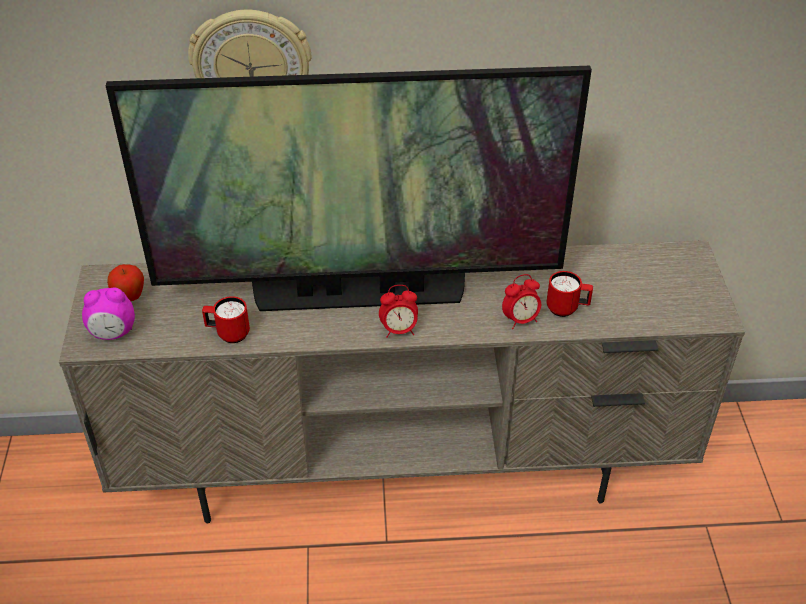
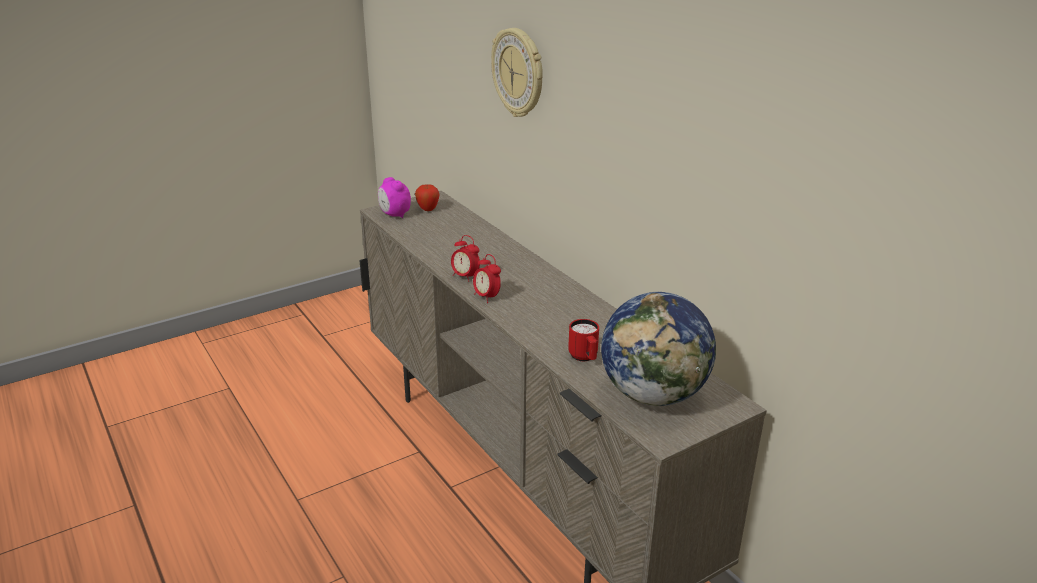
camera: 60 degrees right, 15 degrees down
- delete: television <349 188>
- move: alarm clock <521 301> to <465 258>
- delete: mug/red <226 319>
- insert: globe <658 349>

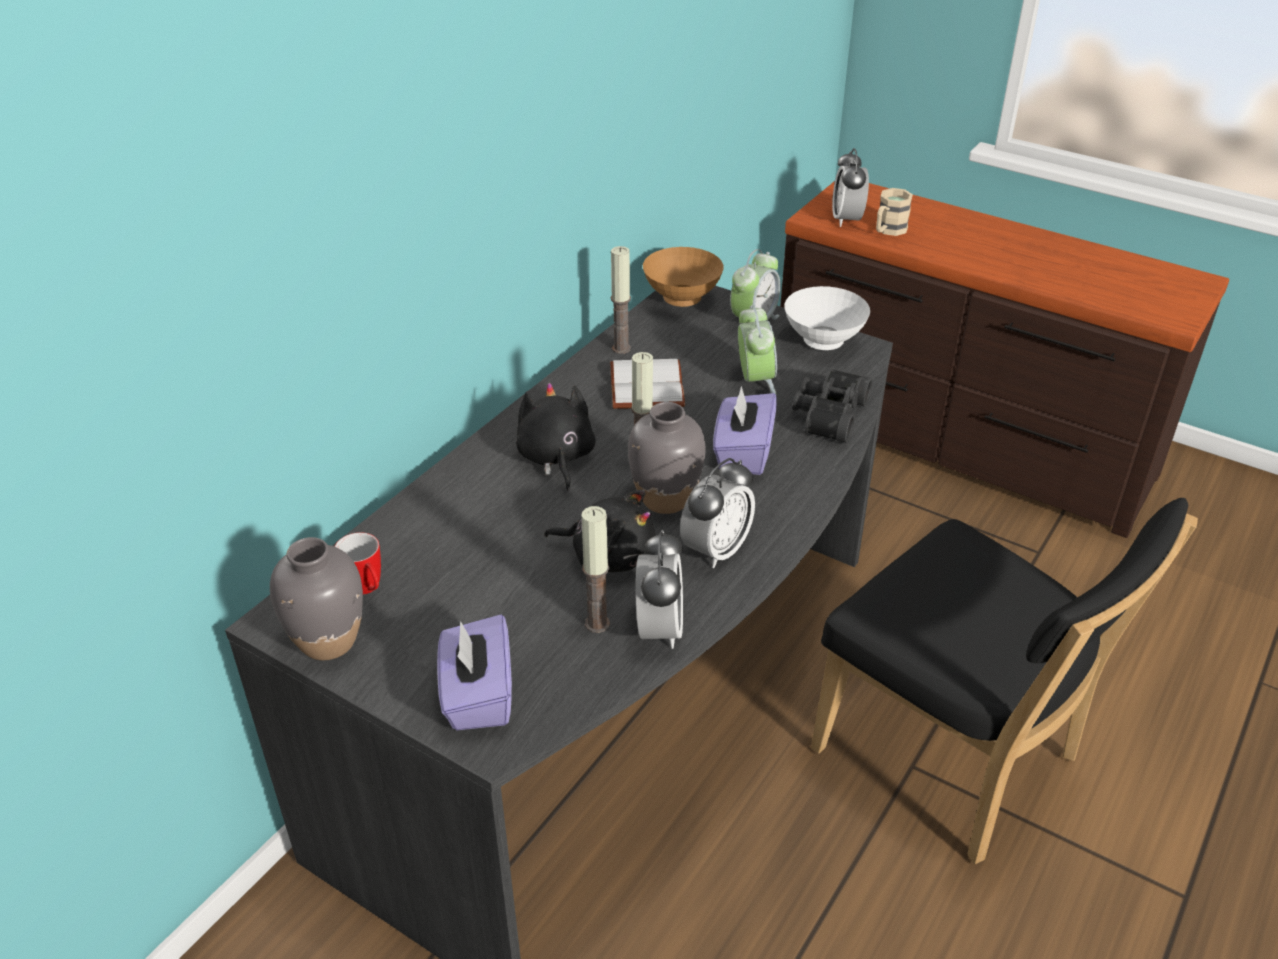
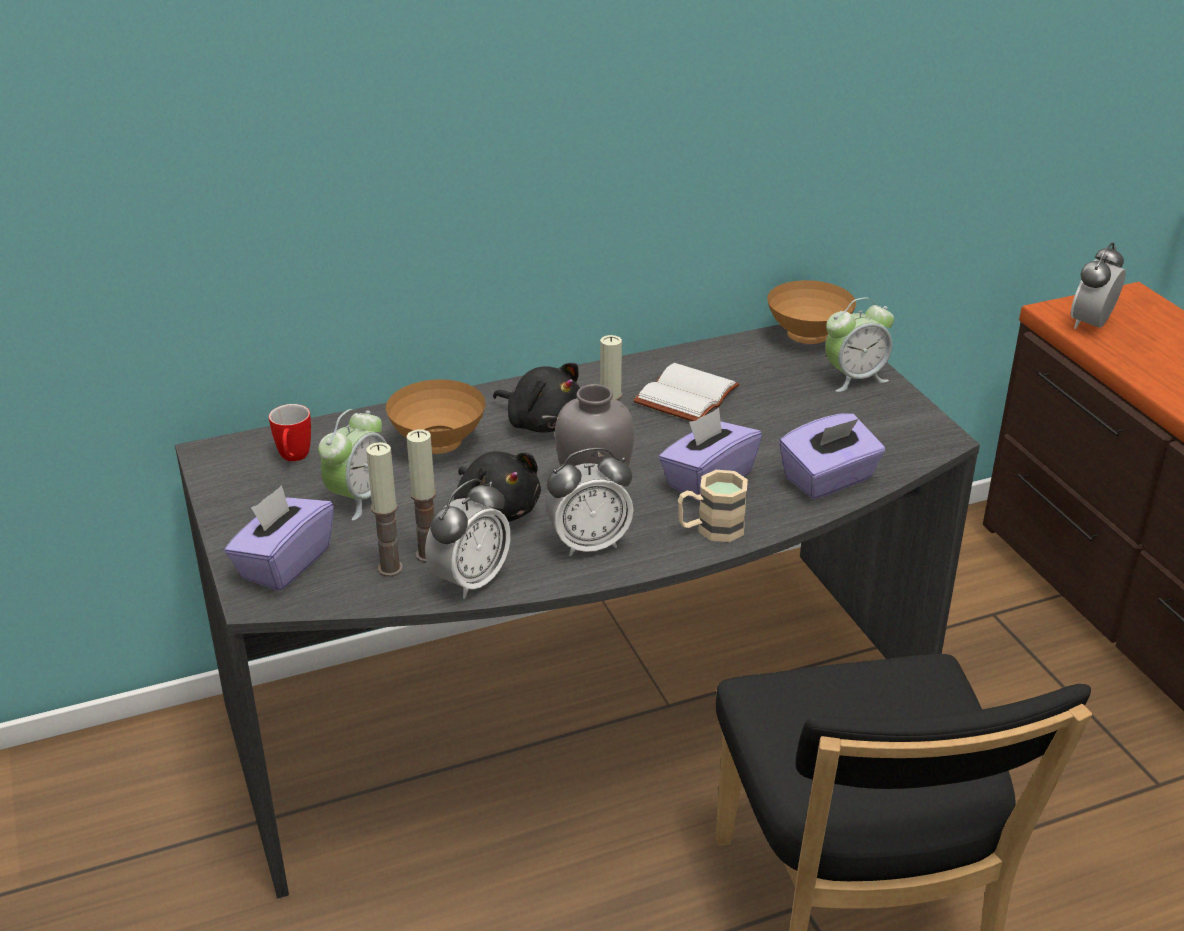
camera: 35 degrees right, 5 degrees down
- move: mug/beige <894 212> to <713 506>
- move: candle <621 300> to <384 509>
- delete: bowl/white <827 318>
- move: alarm clock <757 350> to <352 465>
- replace: binoculars/black <832 406> to tissue box/purple <832 456>
- rotate: plush toy/black <556 437> = <536 397> 105 degrees clockwise
- delete: vase/grey <316 598>
- insert: bowl/brown <436 416>

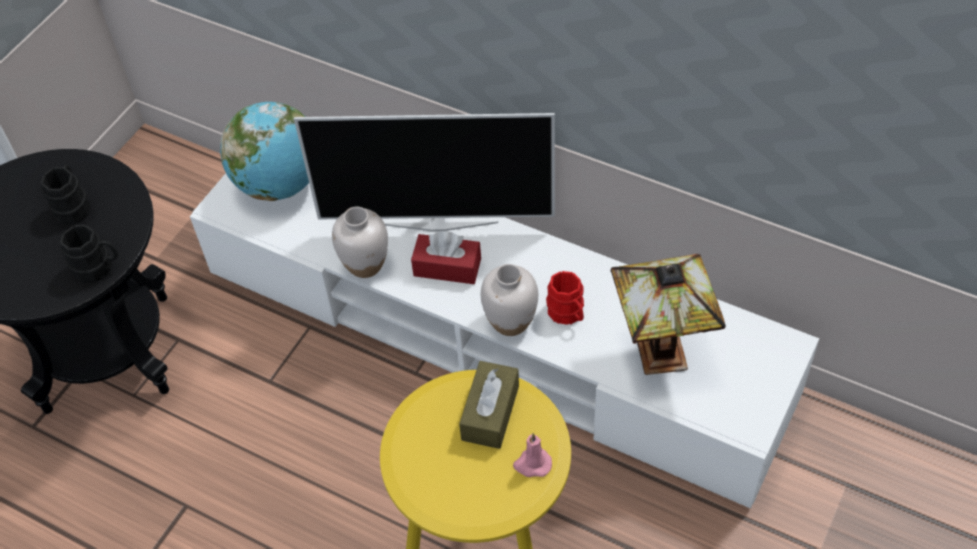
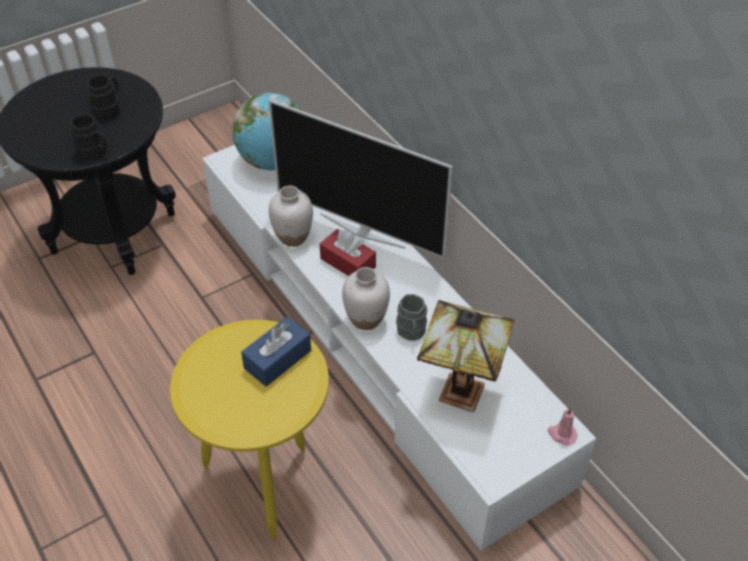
camera: 25 degrees right, 5 degrees down
- recolor: mug/red <565 298> to mug/grey <411 317>
- recolor: tissue box/brown <489 405> to tissue box/blue <276 352>
- move: candle/pink <532 455> to <563 426>

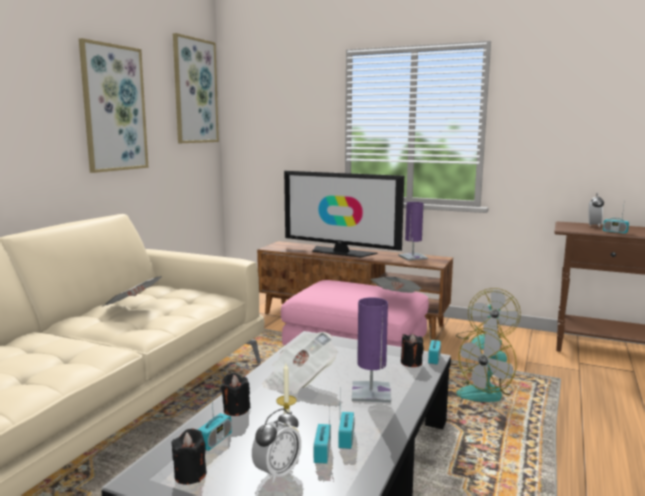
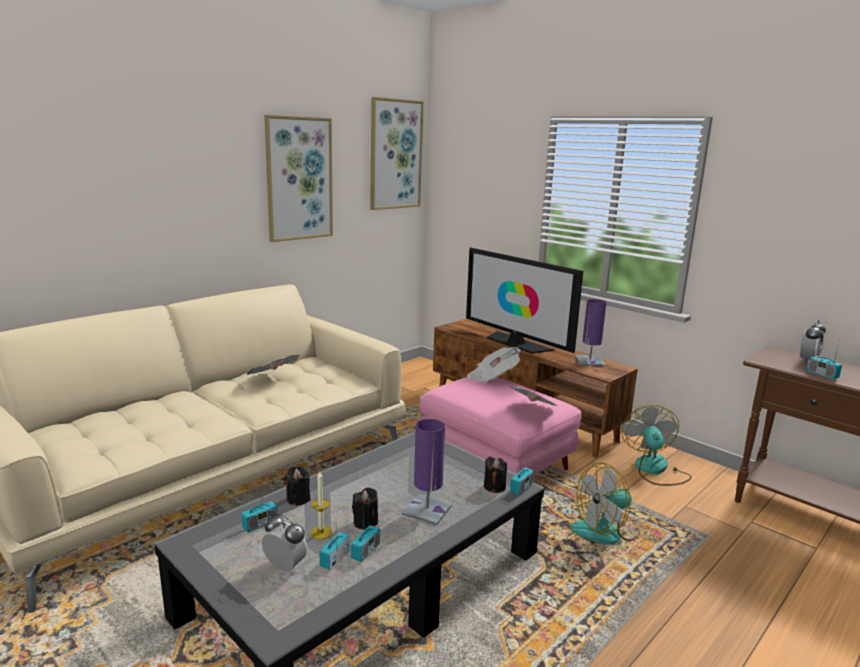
camera: 20 degrees right, 5 degrees up
- rotate: fan <488 319> = <656 445> 150 degrees clockwise
- move: newspaper <300 363> to <494 365>
- rotate: alarm clock <276 445> = <284 542> 120 degrees counterclockwise
- move: candle/black <189 457> to <365 509>

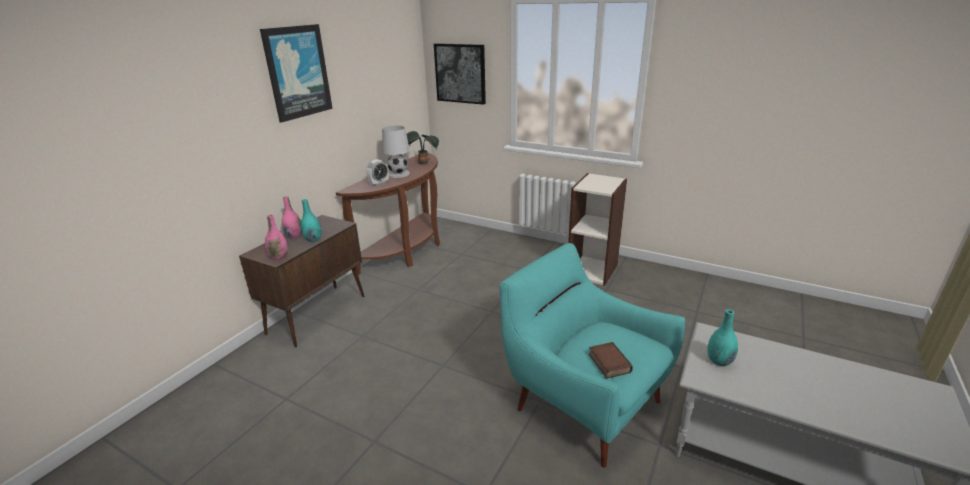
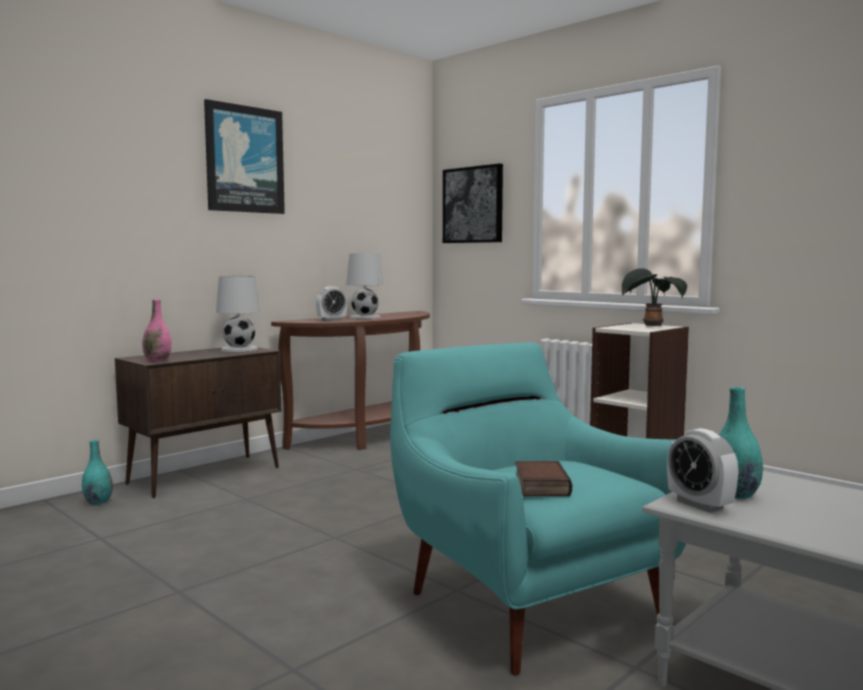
camera: 15 degrees right, 20 degrees down
- move: potted plant <423 147> to <654 297>
- delete: vase/pink <292 217>
- move: vase/turquoise <311 220> to <97 472>
- insert: table lamp/white <238 314>
- insert: alarm clock <702 470>

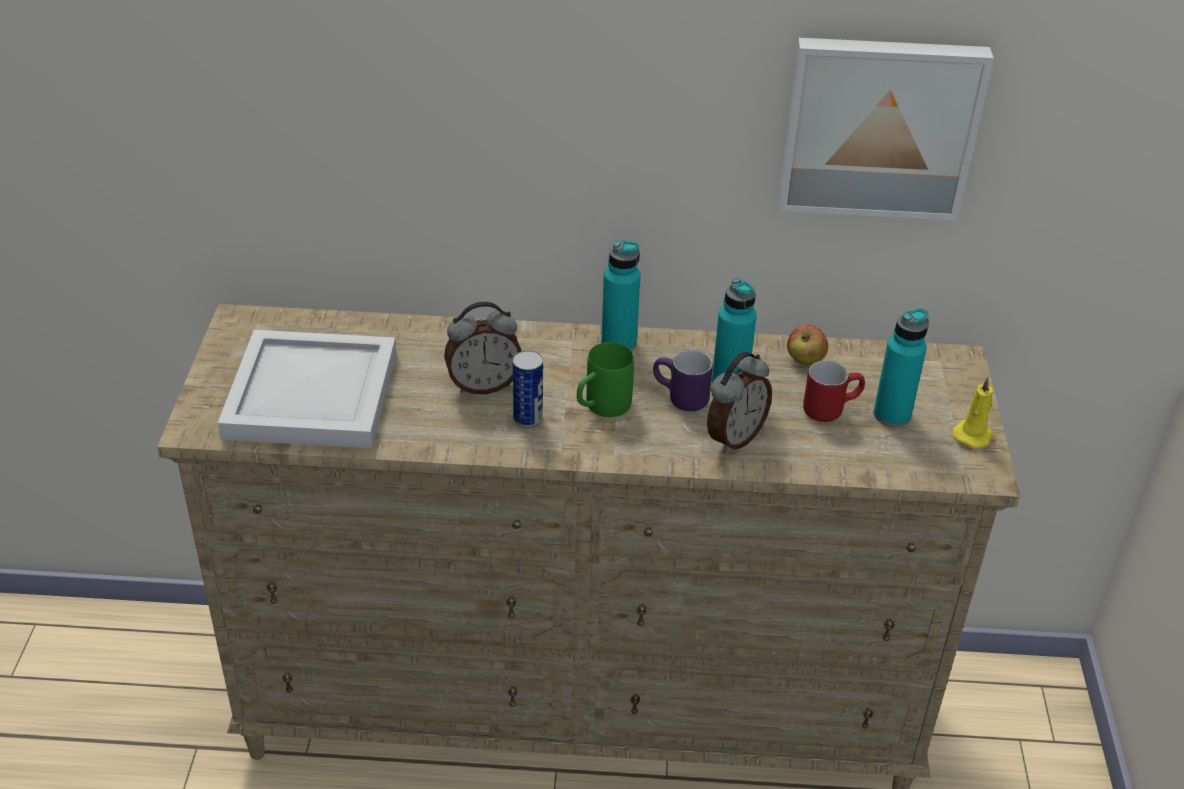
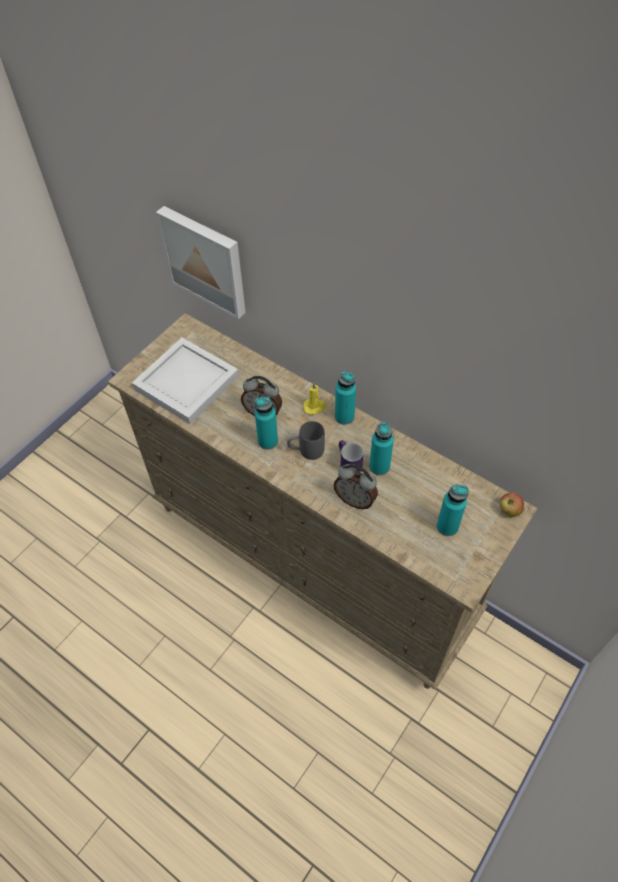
camera: 35 degrees right, 15 degrees up
- move: picture <886 129> to <201 262>
- move: apple <807 345> to <512 504>
- recolor: mug/green <605 379> to mug/grey <306 440>
- replace: can <528 389> to bottle/turquoise <266 423>
- rotate: alarm clock <739 402> = <356 486> 45 degrees clockwise
- delete: mug/red <834 391>
- move: candle/yellow <973 413> to <314 399>

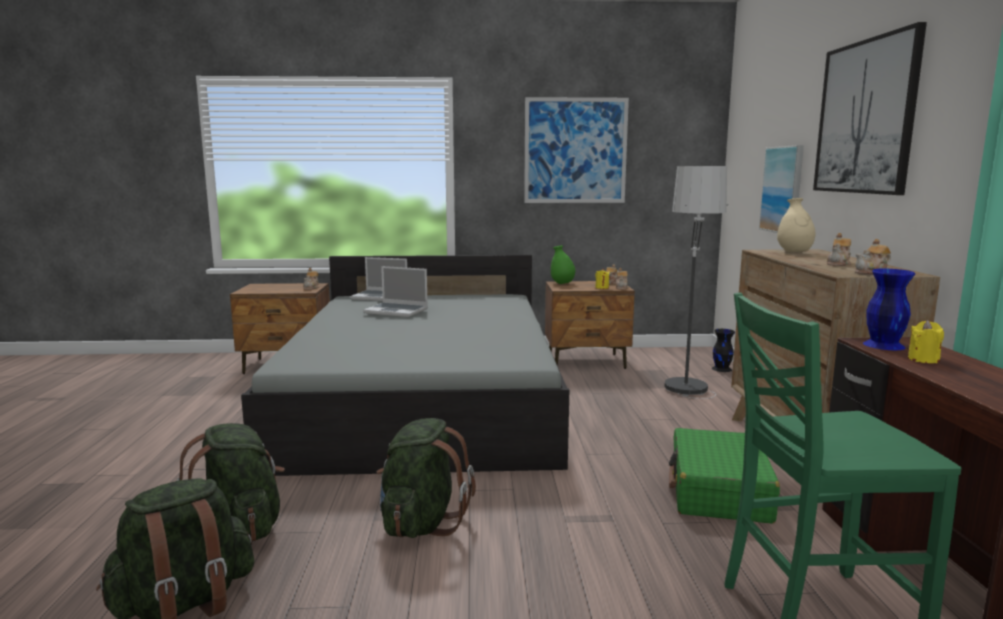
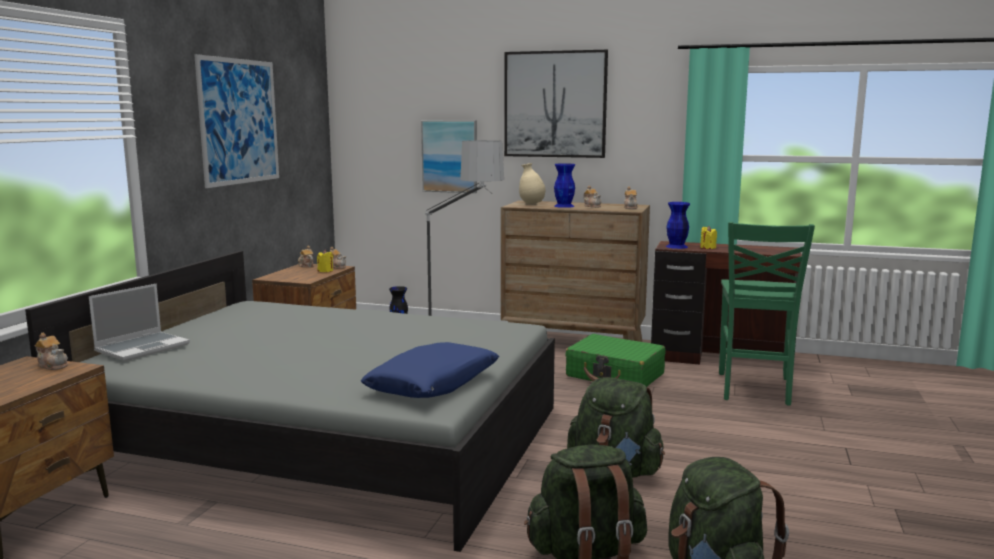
camera: 70 degrees left, 0 degrees up
- delete: vase/green <563 264>
- delete: laptop <395 291>
- insert: vase/blue <564 185>
- insert: pillow/blue <430 370>

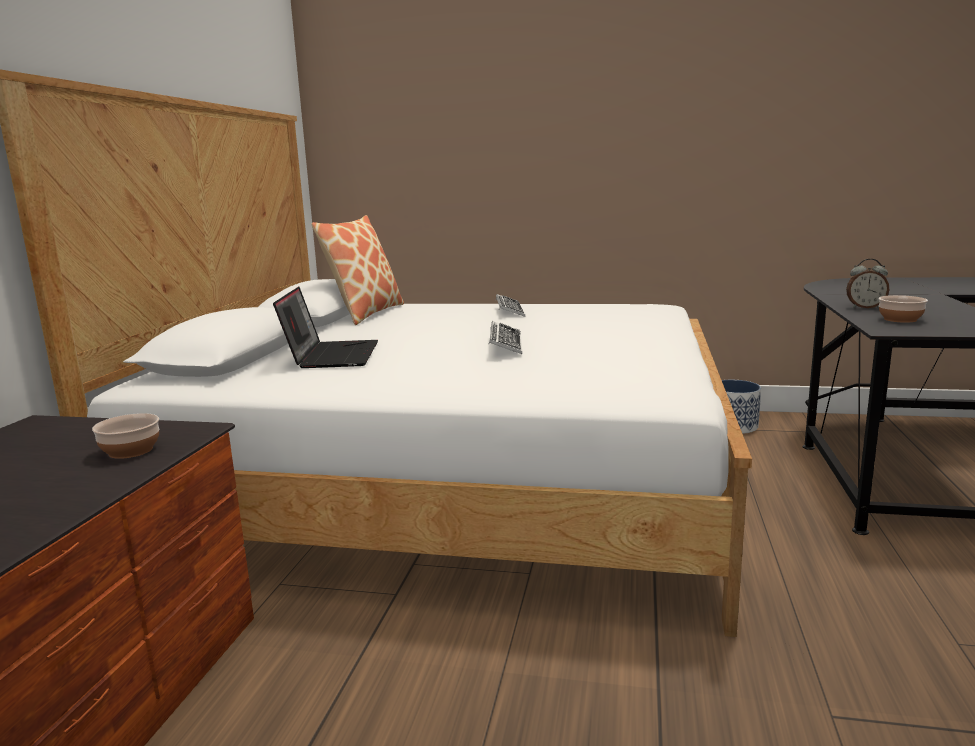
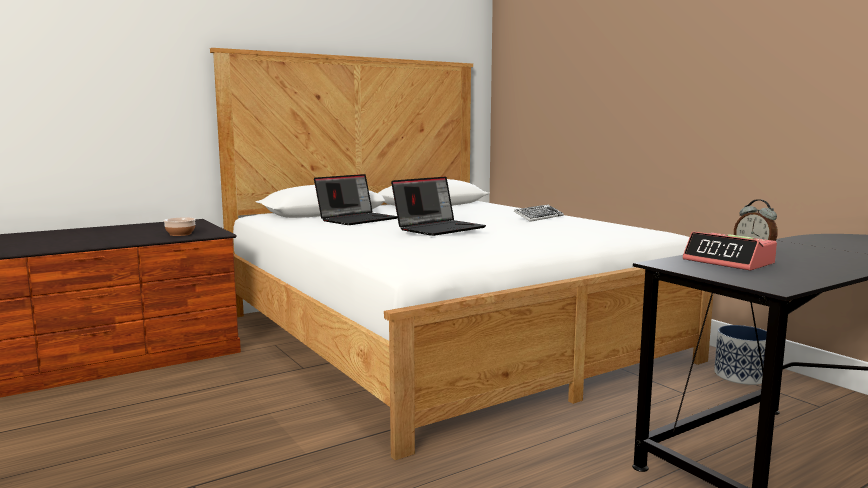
camera: 45 degrees right, 5 degrees down
- delete: pillow <357 270>
- replace: bowl <903 309> to alarm clock <730 251>
- replace: keyboard <505 337> to laptop <438 206>

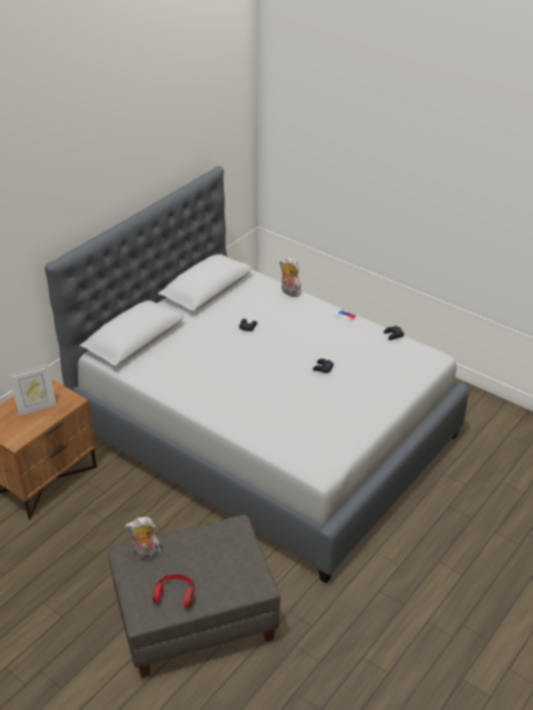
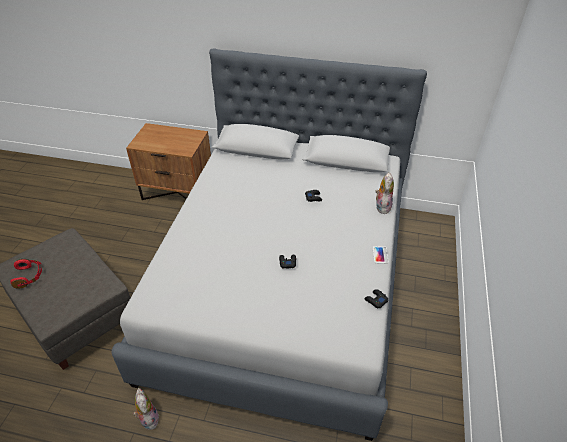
camera: 65 degrees right, 5 degrees up
- delete: picture frame <33 390>
- move: plush toy <143 538> to <146 409>

